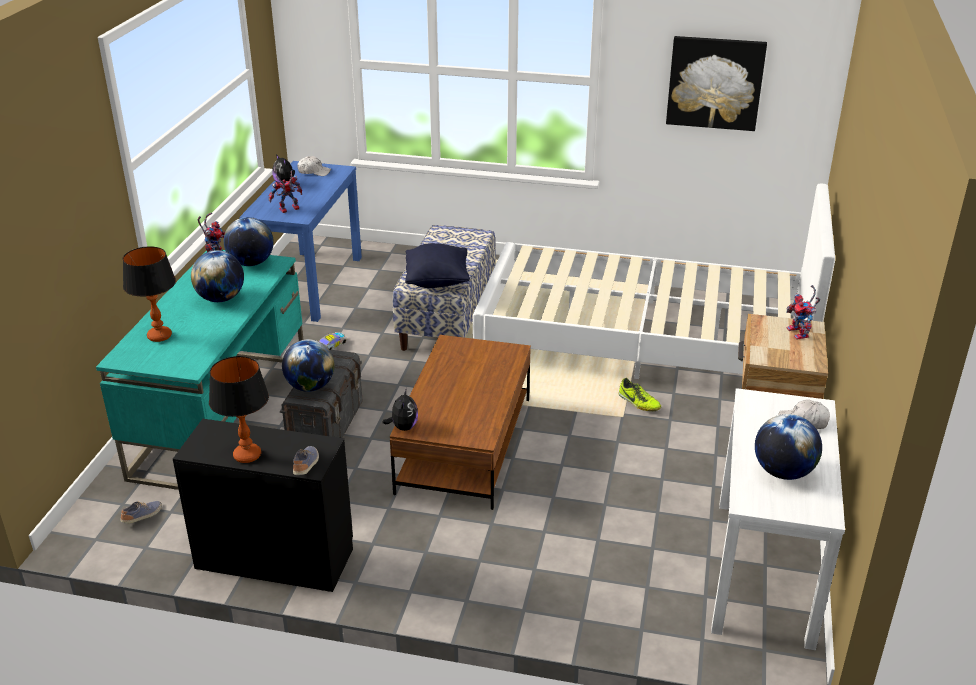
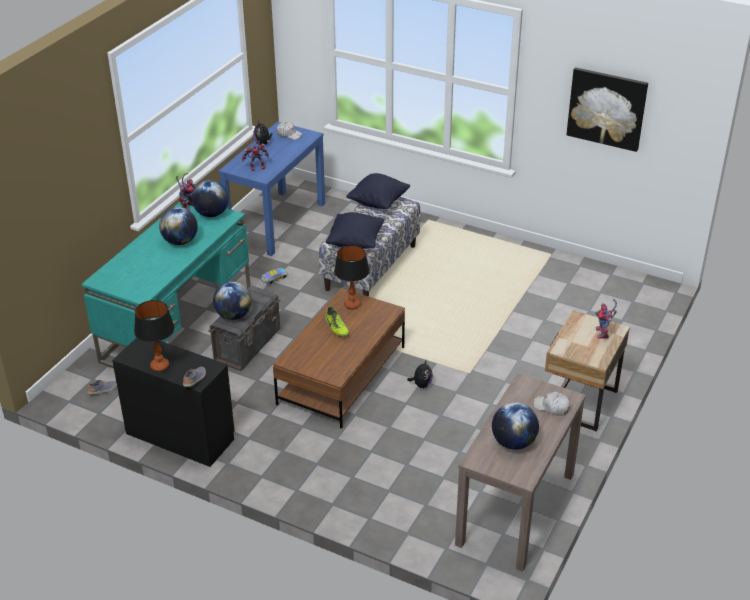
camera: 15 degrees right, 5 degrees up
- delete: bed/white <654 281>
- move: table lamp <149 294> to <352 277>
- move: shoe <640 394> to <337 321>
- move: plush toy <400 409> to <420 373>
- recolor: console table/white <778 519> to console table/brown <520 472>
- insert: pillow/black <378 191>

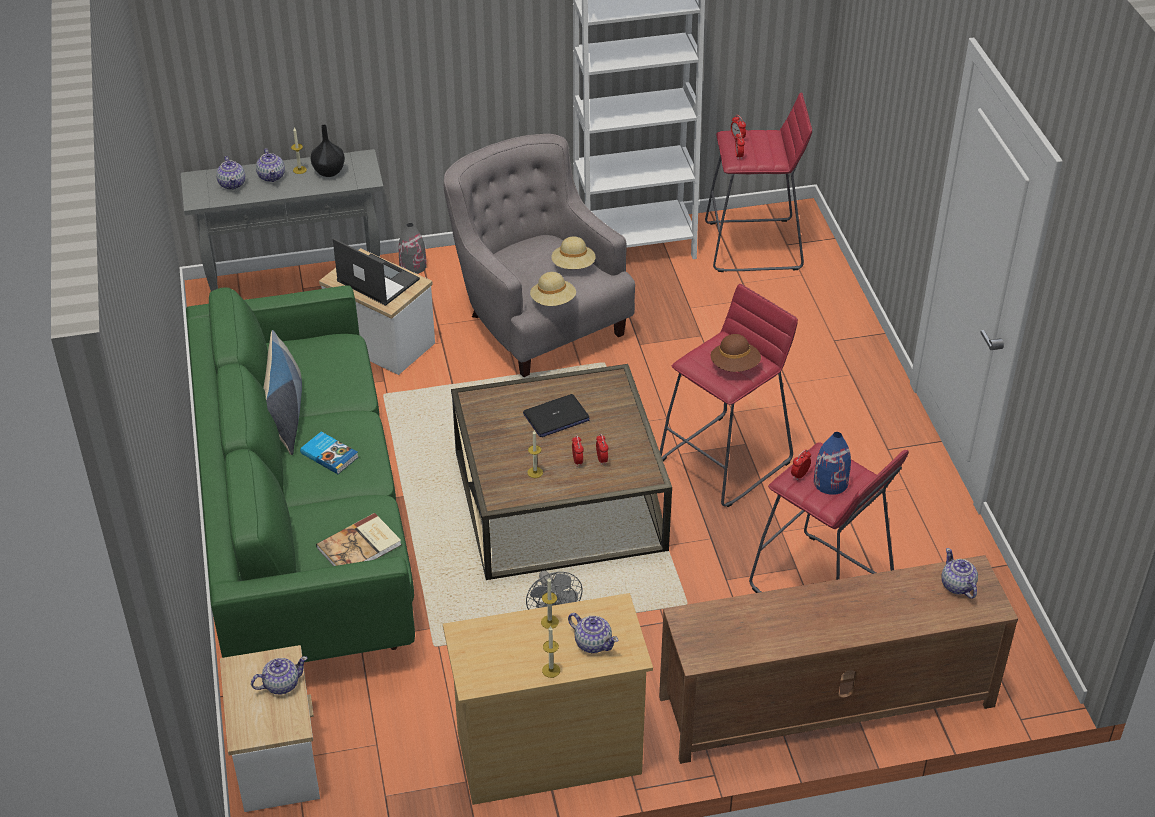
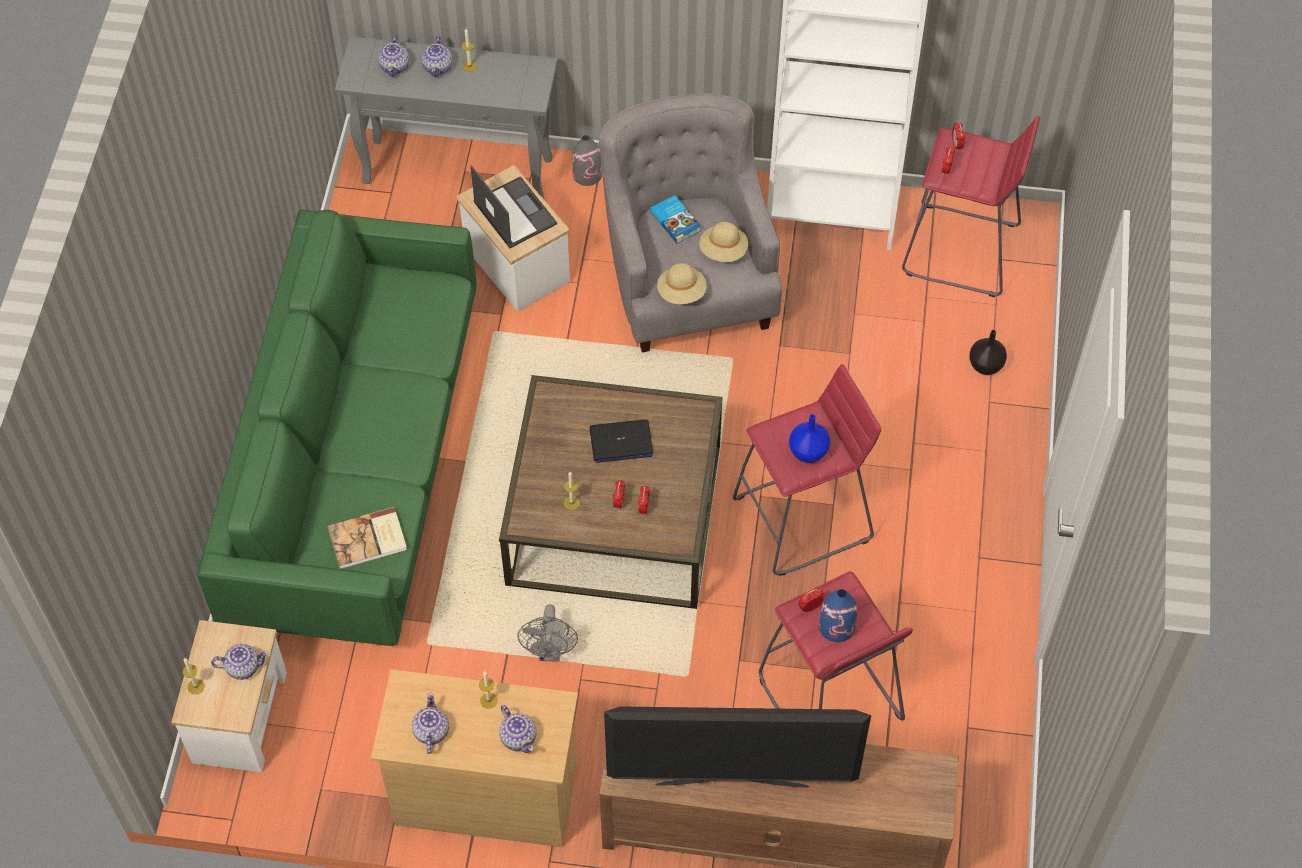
camera: 20 degrees right, 15 degrees up
- move: vase/black <327 151> to <988 352>
- delete: pillow <282 392>
- replace: hat/brown <735 353> to vase/blue <809 438>
- move: book <329 453> to <675 219>
- move: teapot <960 573> to <430 723>
- move: candle <551 652> to <194 676>
- insert: television <737 746>

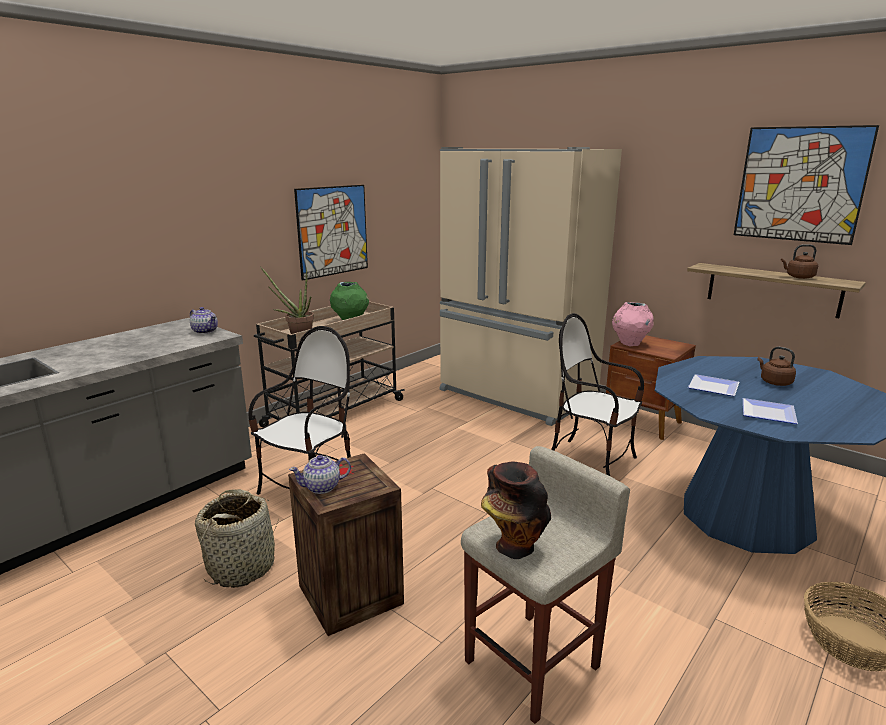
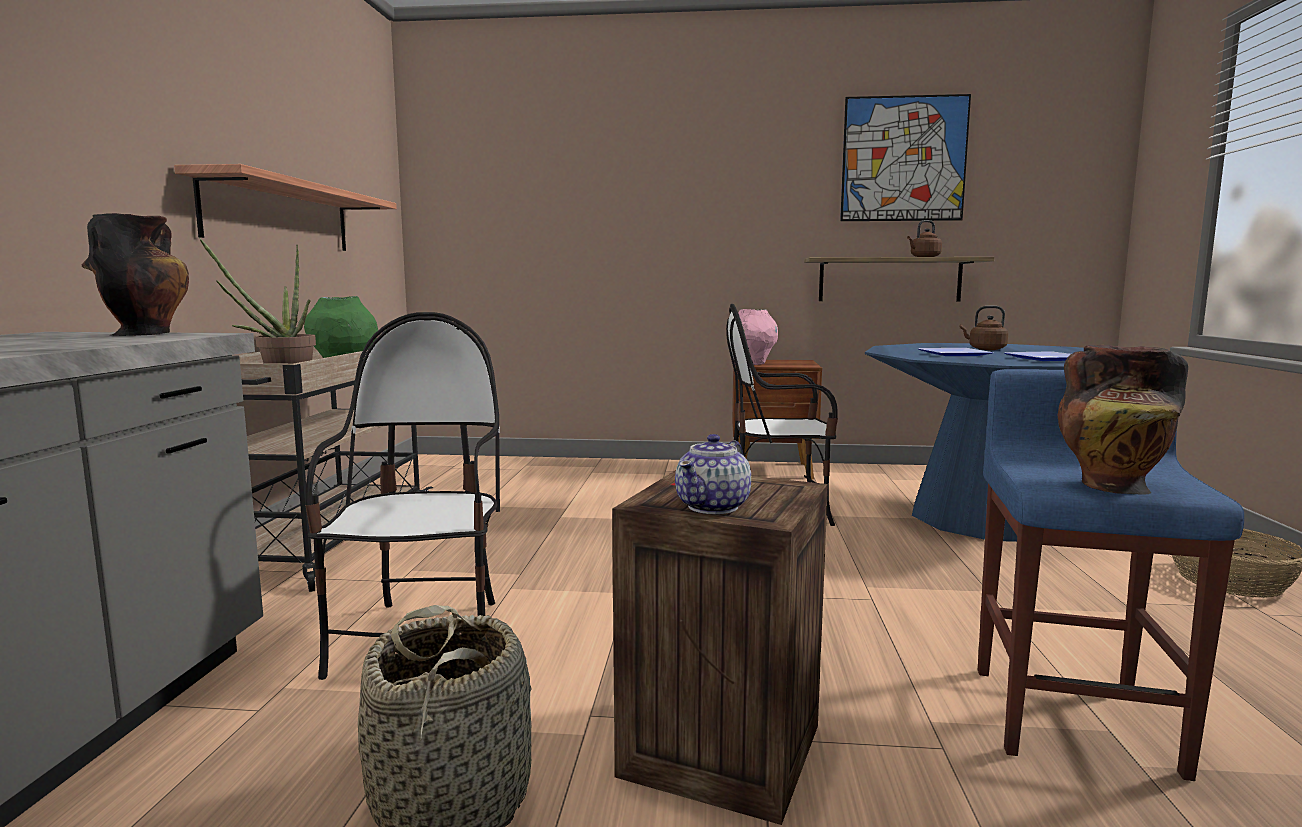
camera: 35 degrees left, 10 degrees down
- delete: fridge/beige <531 286>
- replace: picture <331 233> to shelf <285 207>
- replace: teapot <204 320> to vase <135 274>
- recolor: stool/beige <545 585> to stool/blue <1111 575>

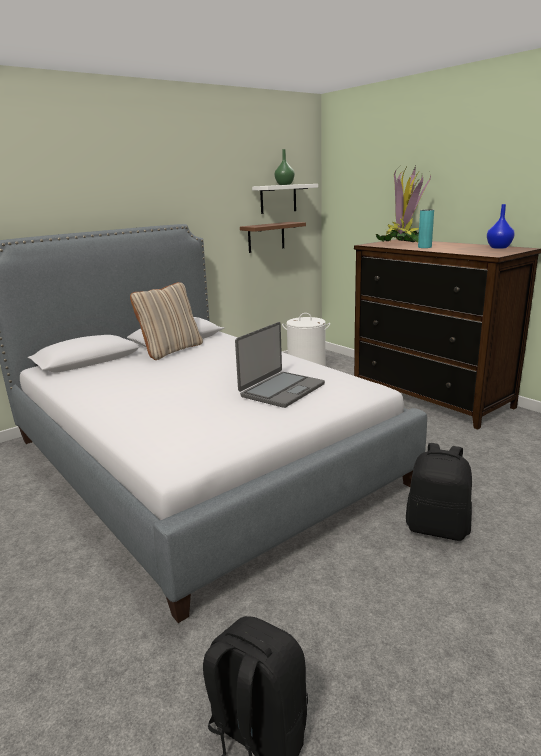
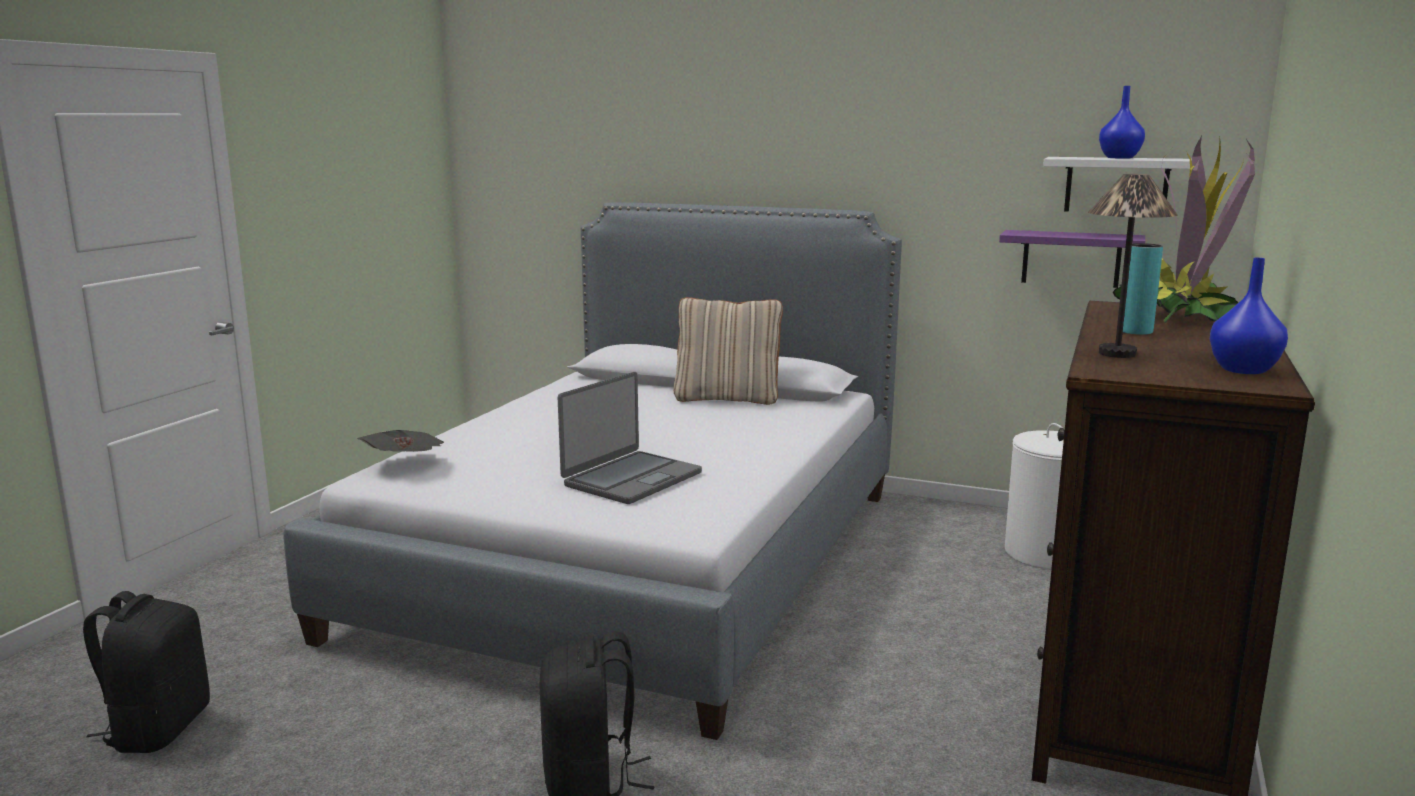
camera: 60 degrees right, 5 degrees down
- recolor: vase/green <285 167> to vase/blue <1122 122>
- recolor: shelf/brown <273 237> to shelf/purple <1072 259>
- rotate: laptop <280 365> = <630 438> 60 degrees counterclockwise
- insert: table lamp <1133 266>
- insert: newspaper <400 441>

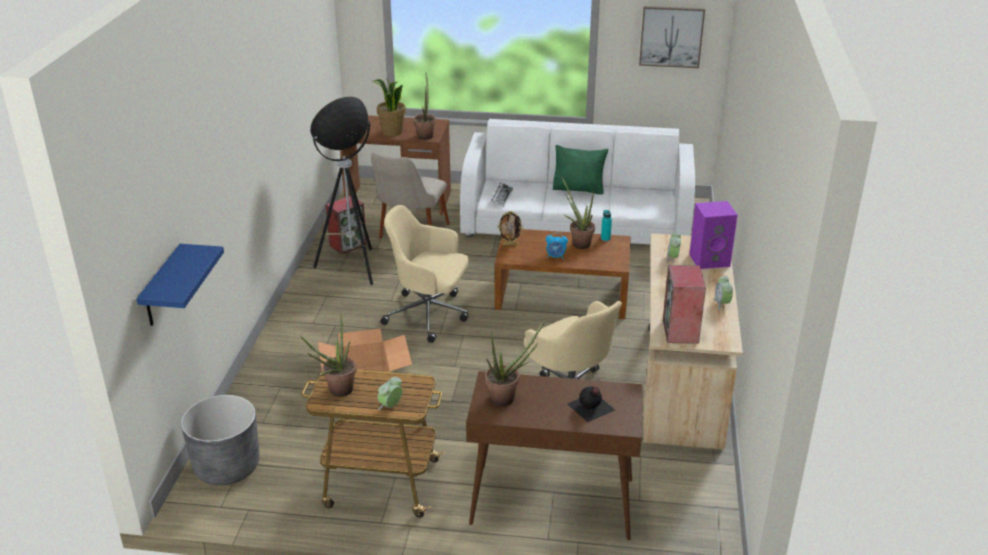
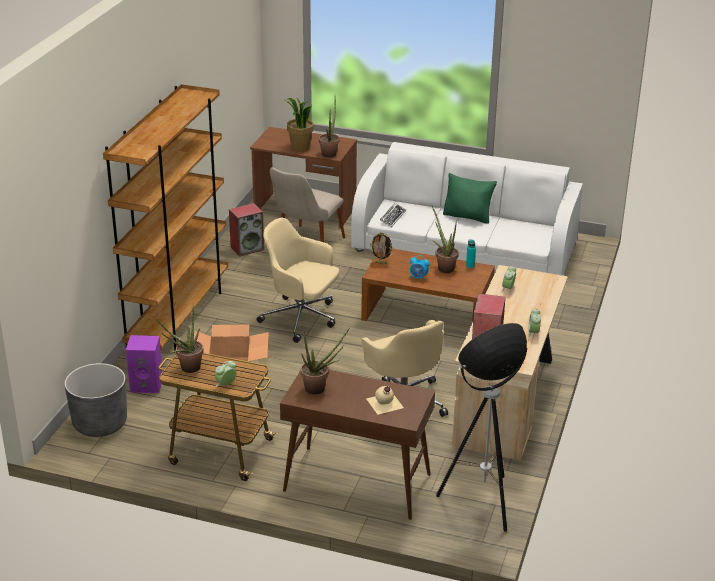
camera: 10 degrees right, 0 degrees up
- delete: picture <672 37>
- move: floor lamp <341 191> to <481 427>
- move: speaker/purple <713 235> to <144 364>
- delete: shelf/blue <180 285>
- recolor: bottle/black <591 404> to bottle/beige <385 400>
- insert: bookcase/brown <165 217>

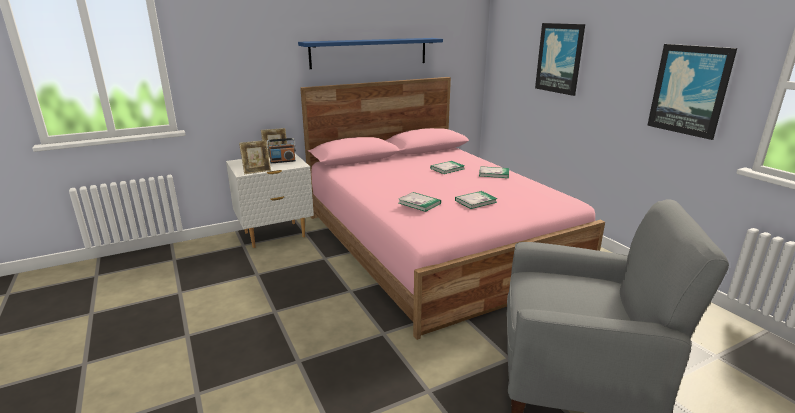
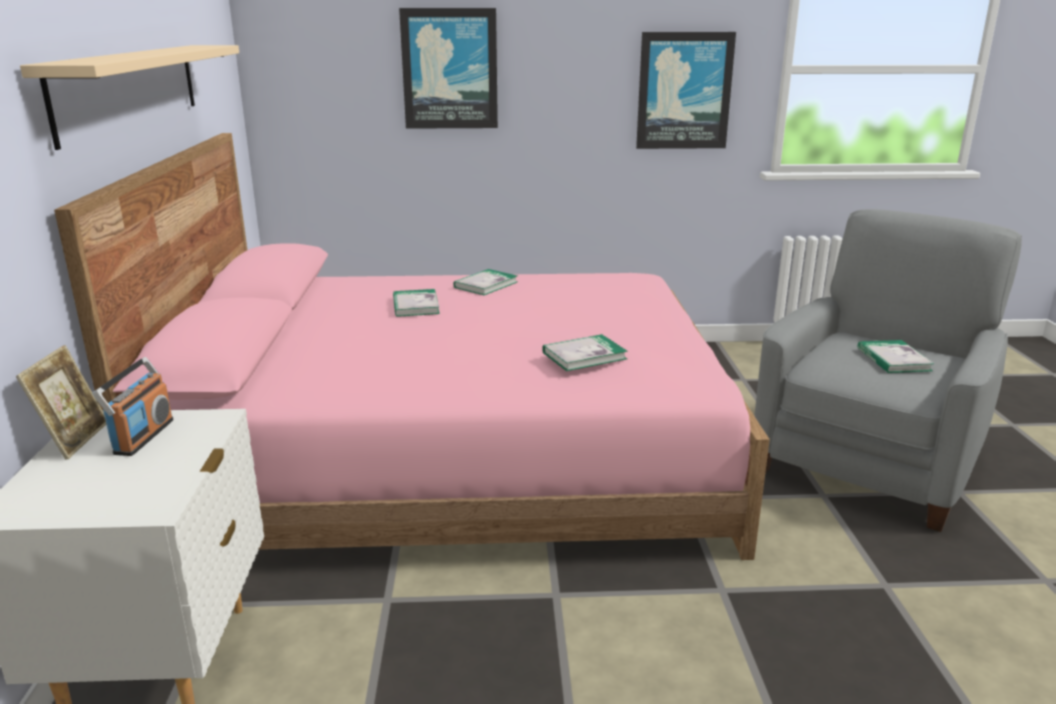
camera: 65 degrees left, 0 degrees up
- recolor: shelf/blue <370 53> to shelf/beige <129 97>
- delete: picture frame <255 157>
- move: book <476 200> to <896 356>

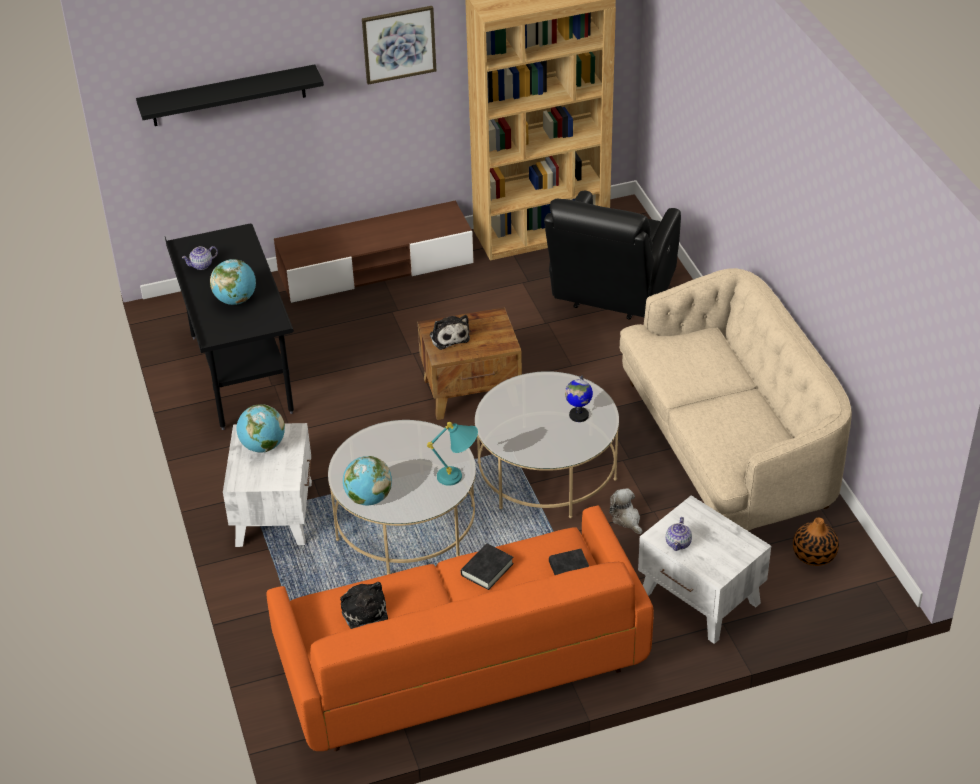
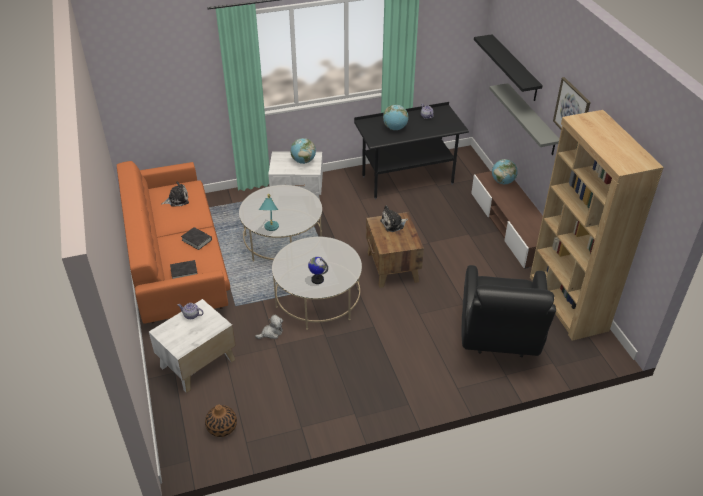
camera: 90 degrees right, 0 degrees up
- rotate: armchair/black <612 255> = <509 311> 105 degrees counterclockwise
- delete: sofa/beige <736 399>
- move: globe <367 480> to <505 171>
- insert: shelf/grey <524 119>

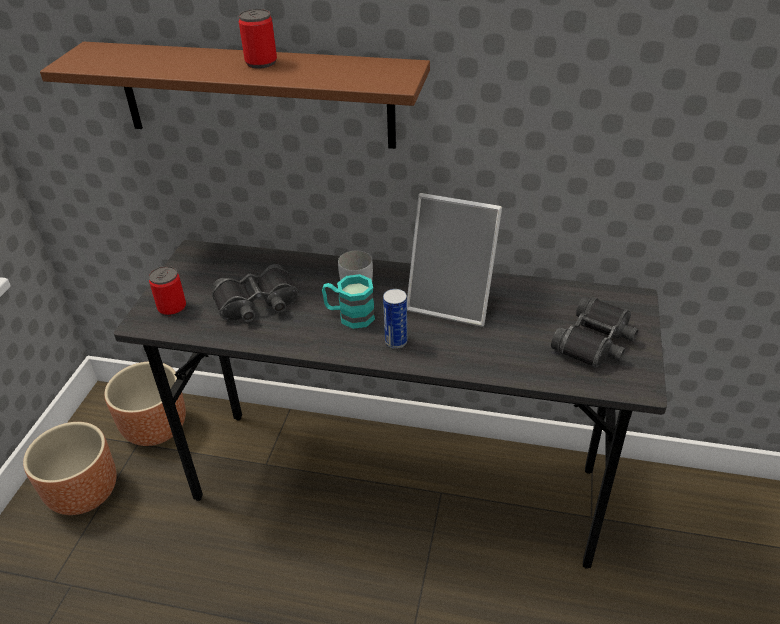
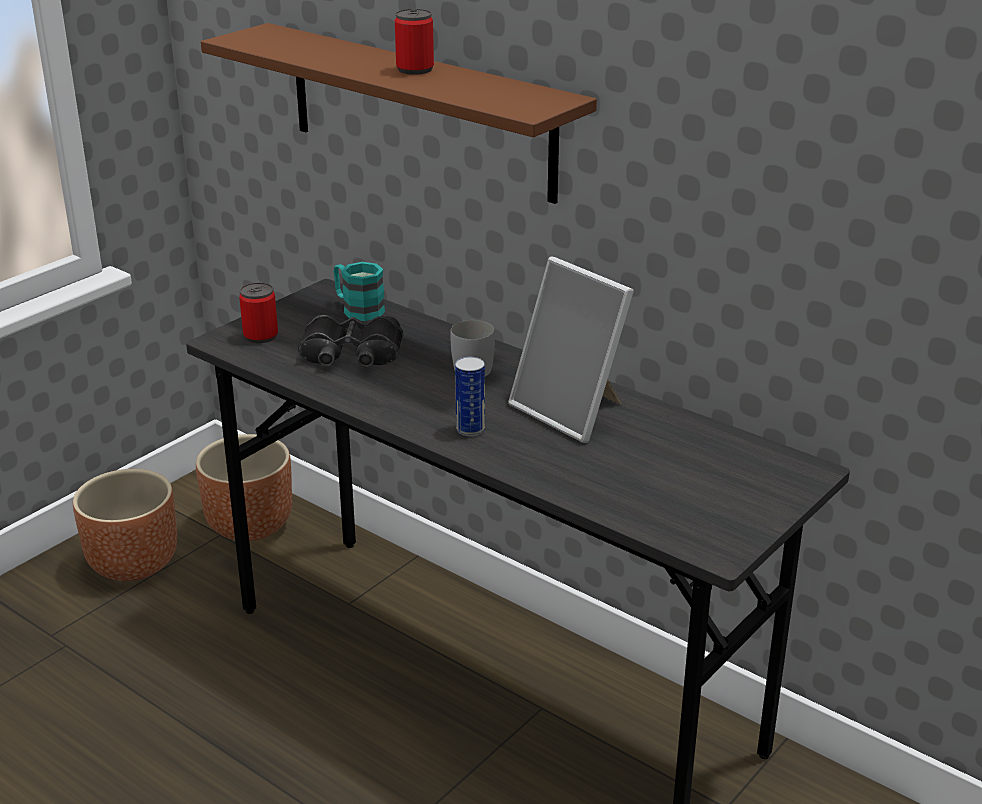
camera: 25 degrees right, 10 degrees down
- move: mug/turquoise <348 301> to <359 291>
- delete: binoculars/black <594 332>

